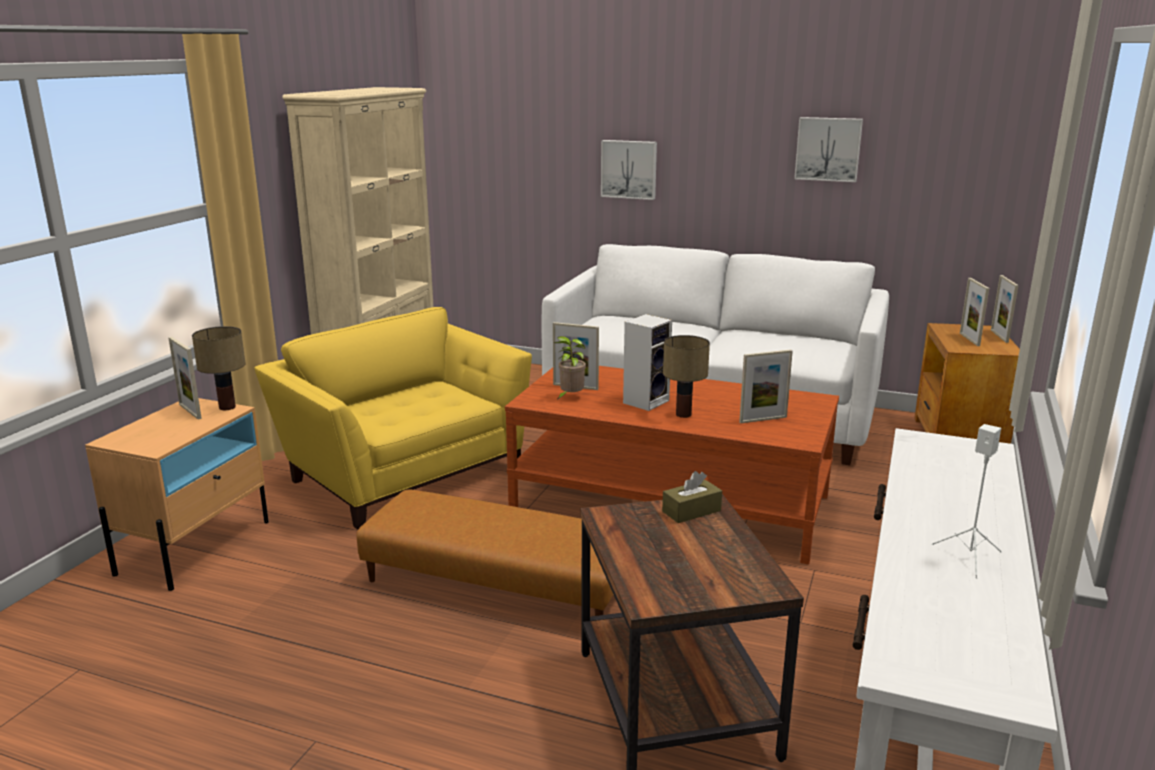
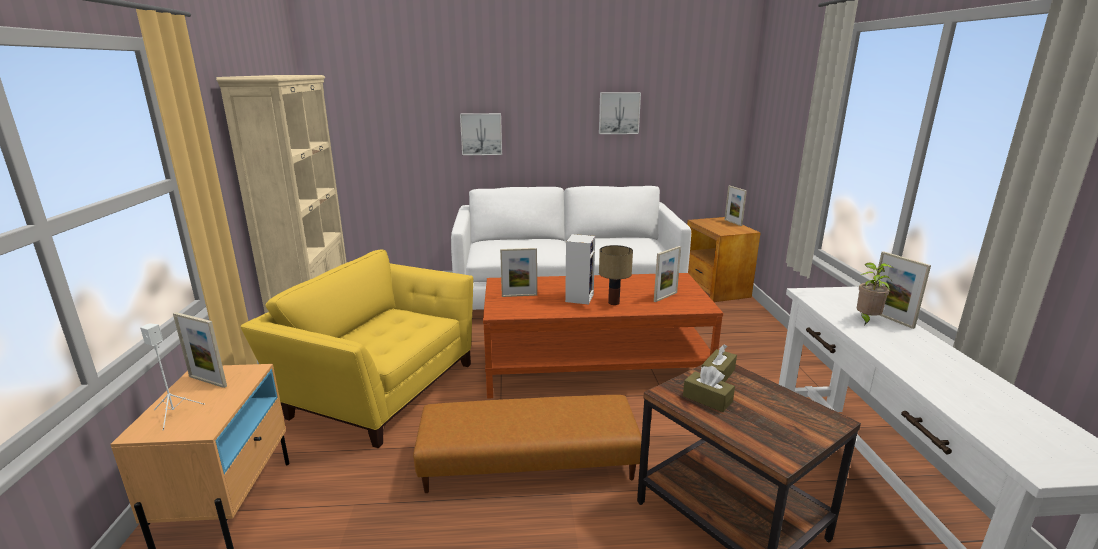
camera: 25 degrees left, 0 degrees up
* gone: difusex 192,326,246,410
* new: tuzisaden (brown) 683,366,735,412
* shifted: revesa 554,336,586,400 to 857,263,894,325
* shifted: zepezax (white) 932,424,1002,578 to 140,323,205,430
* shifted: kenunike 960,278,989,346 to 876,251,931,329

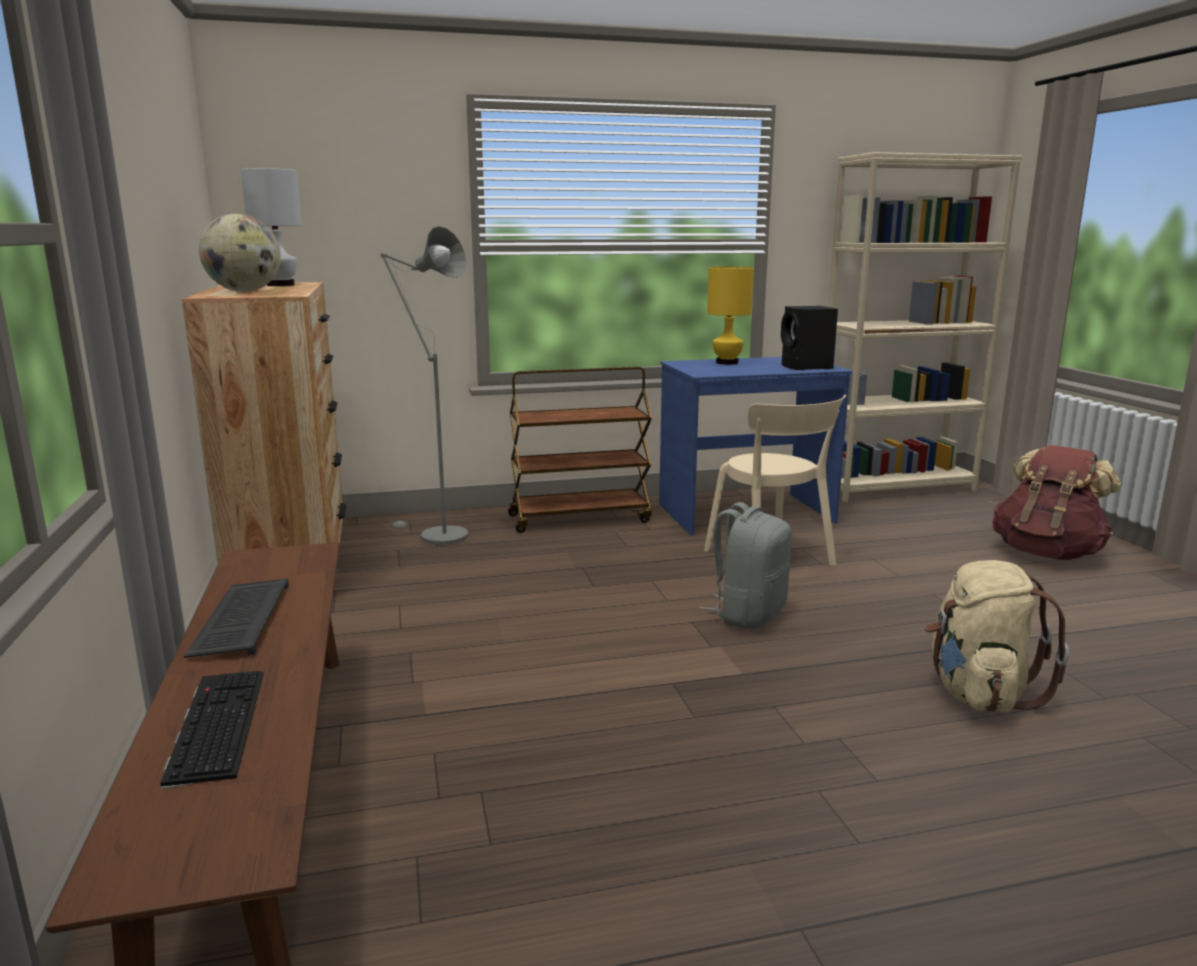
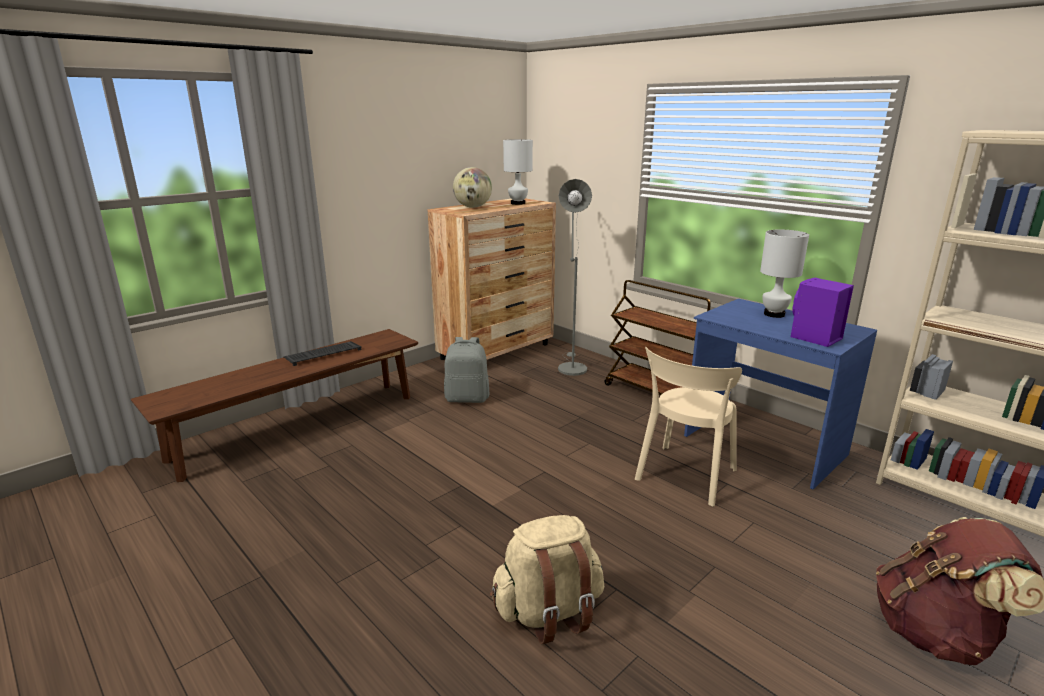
camera: 60 degrees right, 5 degrees up
* gone: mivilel 160,671,263,789
* shifted: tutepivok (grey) 699,502,792,629 to 444,337,489,403
* repainted: difusex (yellow) 707,267,754,365 to difusex (white) 760,230,809,318
* repainted: zepezax (black) 781,306,838,370 to zepezax (purple) 791,278,854,347

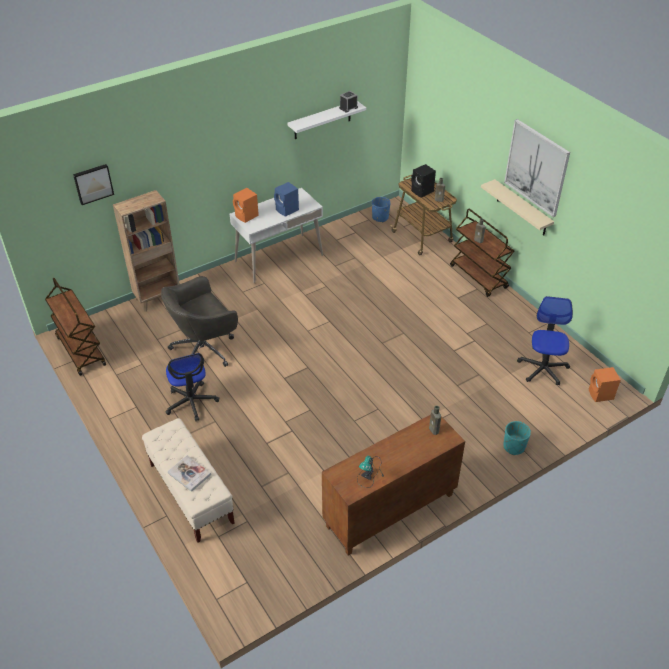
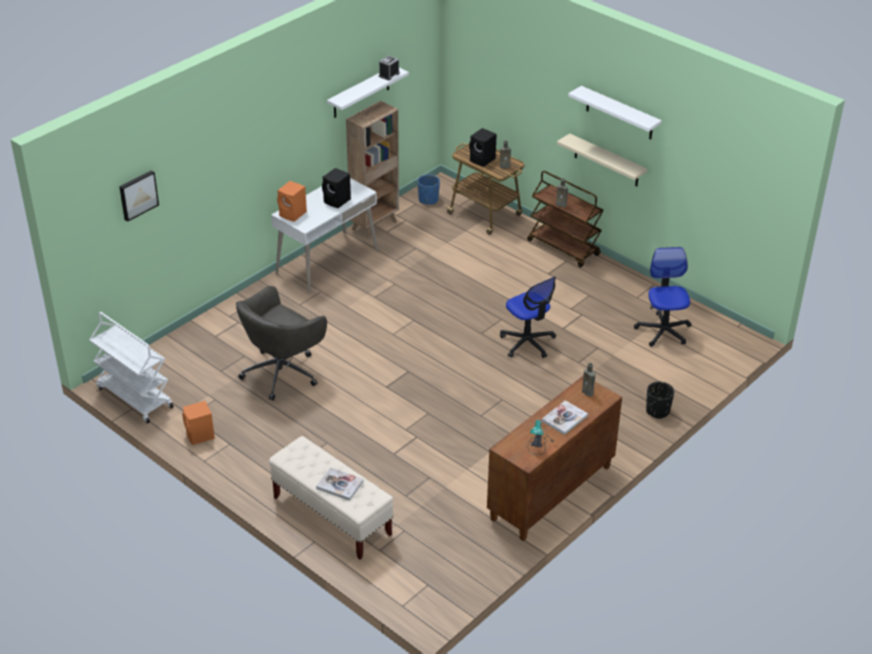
camera: 15 degrees left, 5 degrees down
* new: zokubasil 542,400,588,435
* shifted: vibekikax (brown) 113,190,180,312 to 346,101,399,239
* shifted: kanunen 165,353,219,421 to 500,277,556,358
* shifted: zepezax (orange) 589,367,621,402 to 182,401,215,445
* swapped: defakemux 504,119,570,217 to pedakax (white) 568,86,662,139
* repainted: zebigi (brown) 45,278,106,376 to zebigi (white) 89,312,174,424
* repainted: zepezax (blue) 274,182,299,217 to zepezax (black) 322,168,351,208
* repainted: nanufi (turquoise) 503,421,531,455 to nanufi (black) 646,382,674,419

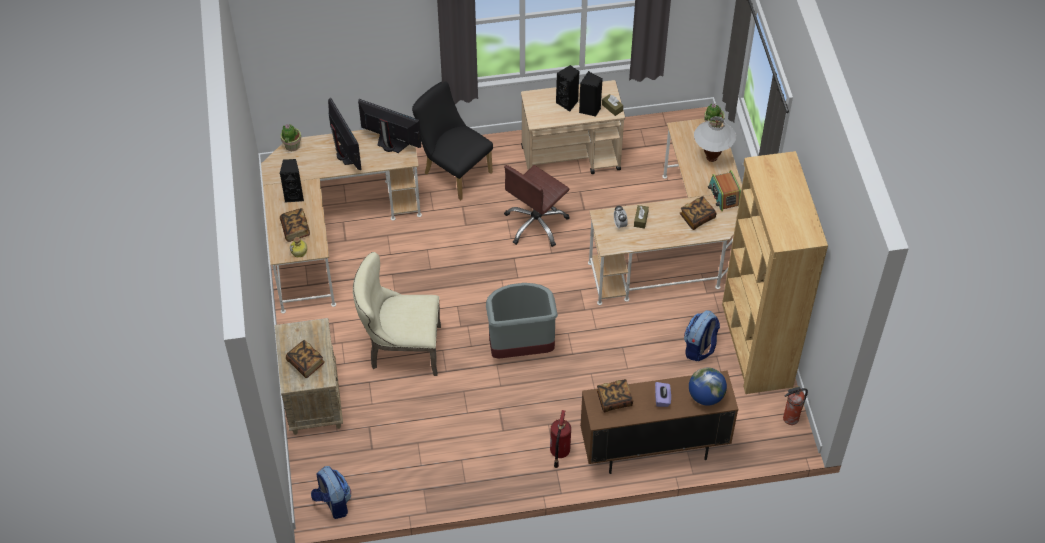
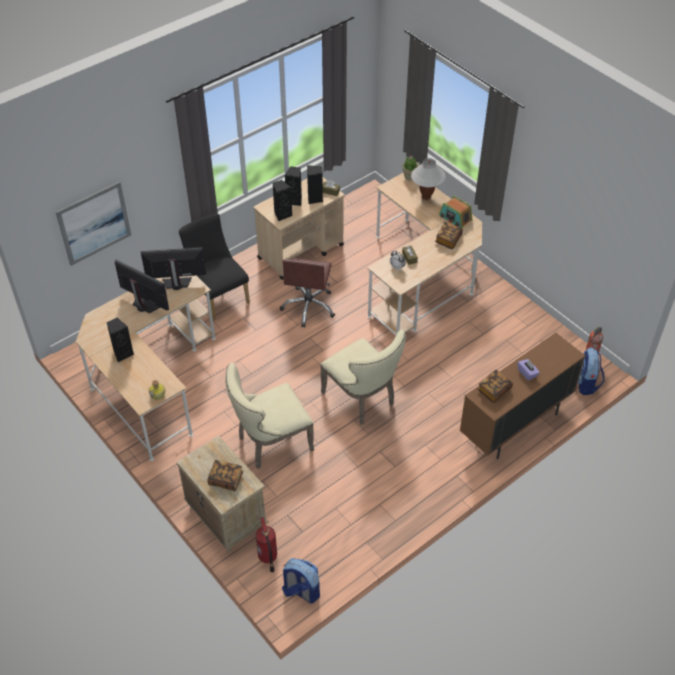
camera: 30 degrees left, 5 degrees down
* gone: zokubasil 280,208,310,242
* gone: revesa 281,124,301,151
* gone: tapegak 689,368,727,406
* gone: vibekikax (brown) 722,151,828,394
* new: defakemux 56,181,131,266
* new: zepezax (black) 273,180,292,221
* shifted: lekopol 550,410,571,468 to 256,517,277,573
* shifted: tutepivok 684,310,720,361 to 577,348,604,395
* swapped: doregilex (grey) 486,283,558,359 to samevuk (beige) 320,330,406,425
* rotated: samevuk (black) 412,82,493,200 = 179,214,250,321 45 degrees clockwise

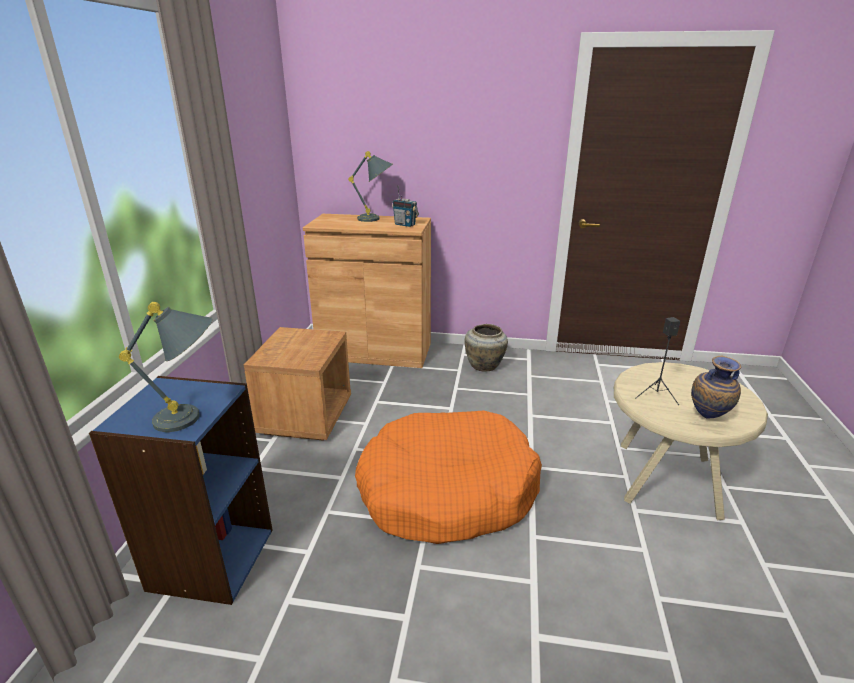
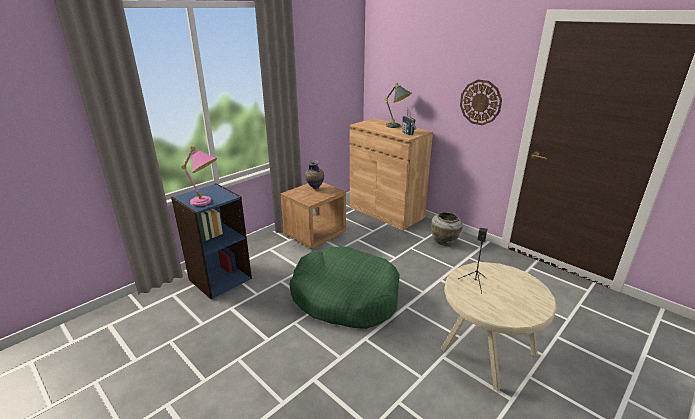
camera: 35 degrees right, 0 degrees up
* new: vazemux 460,80,502,125
* shifted: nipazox 691,355,741,418 to 305,160,324,189
* repainted: difusex (grey) 119,302,212,432 to difusex (pink) 181,146,217,206
* repainted: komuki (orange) 355,410,542,544 to komuki (green) 290,246,400,329

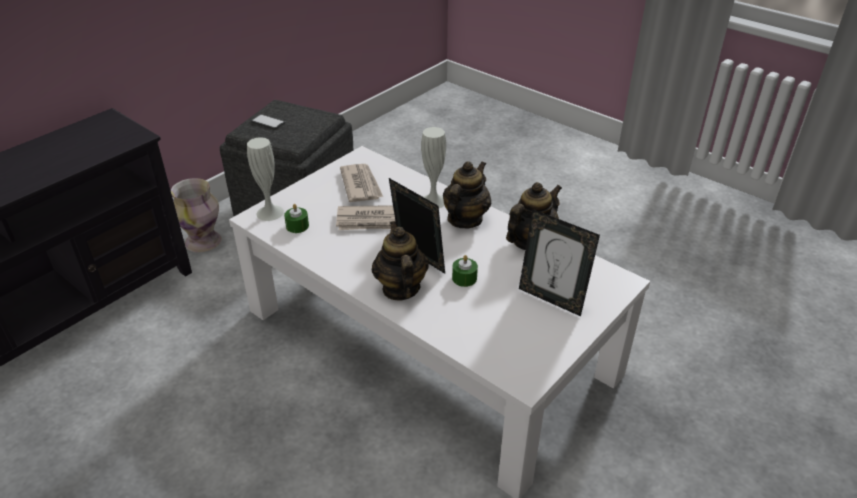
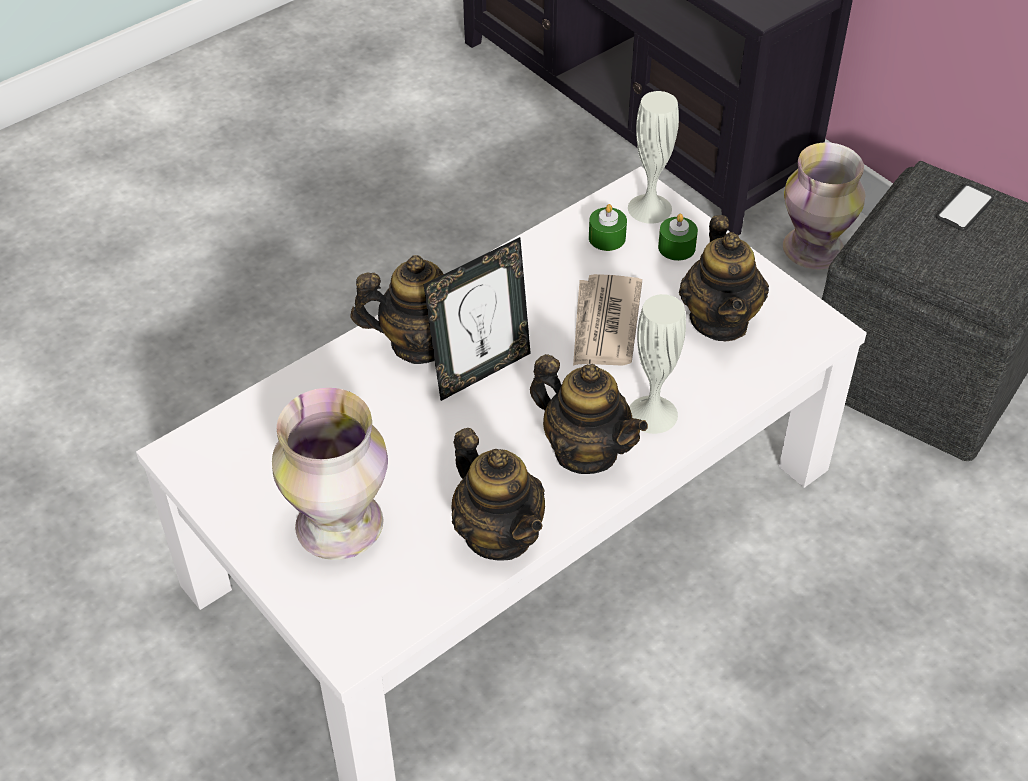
camera: 100 degrees right, 10 degrees up
* shifted: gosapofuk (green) 452,255,478,287 to 658,214,698,261
* swapped: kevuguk 340,164,383,202 to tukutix 679,215,769,341
* swapped: kenunike 519,209,600,316 to nipazox 272,388,388,560

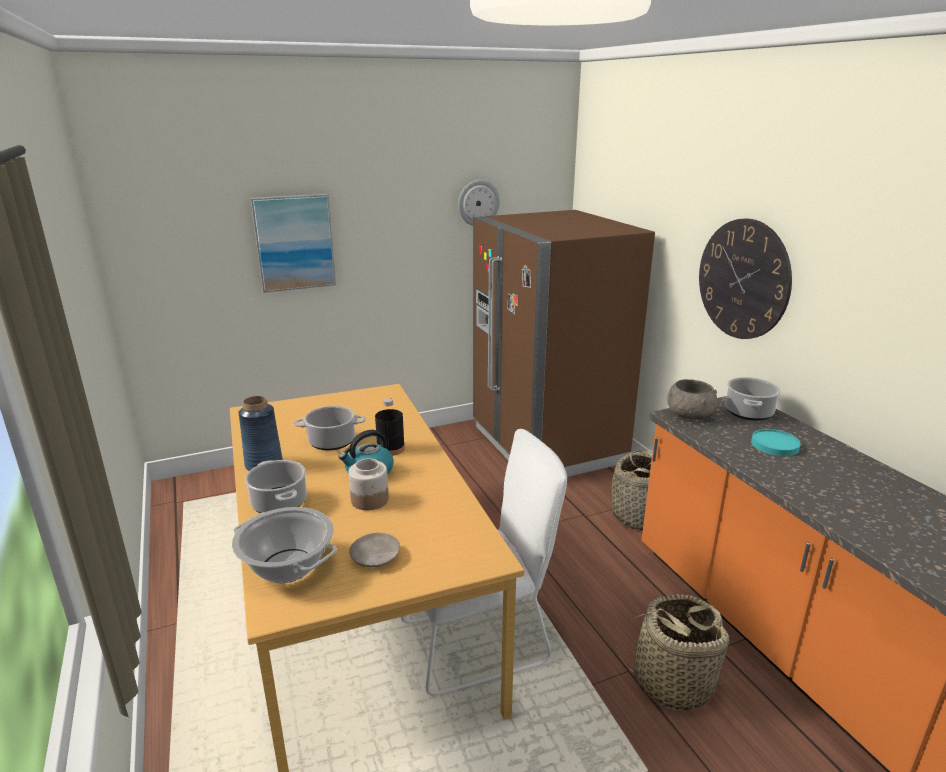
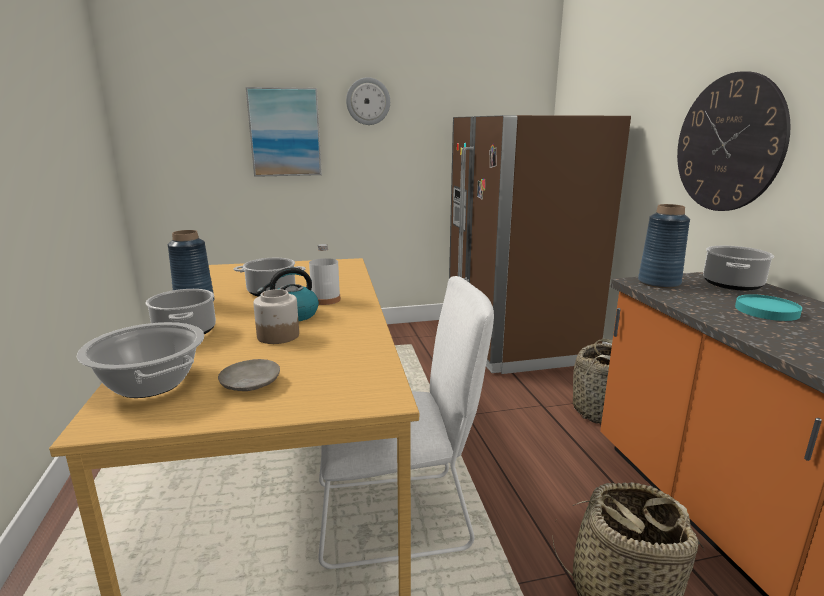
camera: 10 degrees right, 5 degrees down
* shifted: vazemux 458,180,500,226 to 346,77,390,125
* swapped: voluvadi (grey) 667,379,717,419 to nipazox (blue) 638,204,690,288
* repainted: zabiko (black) 375,398,405,456 to zabiko (white) 309,244,341,305

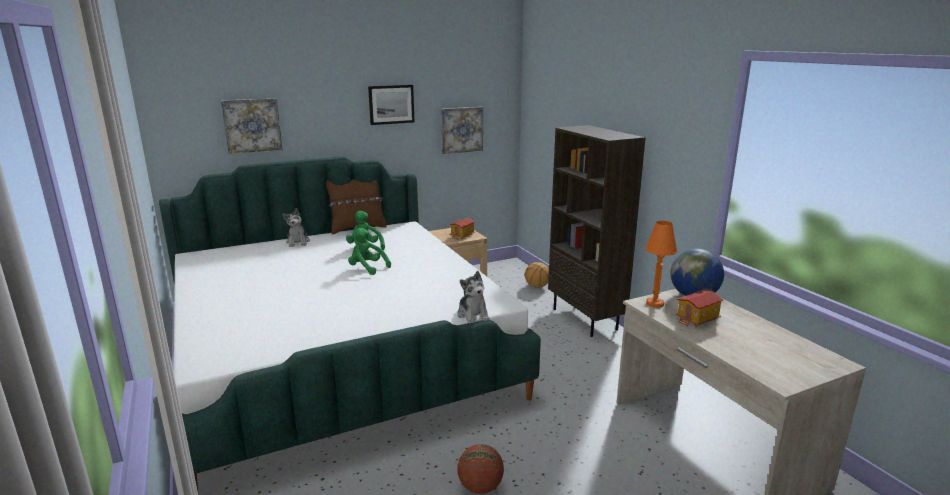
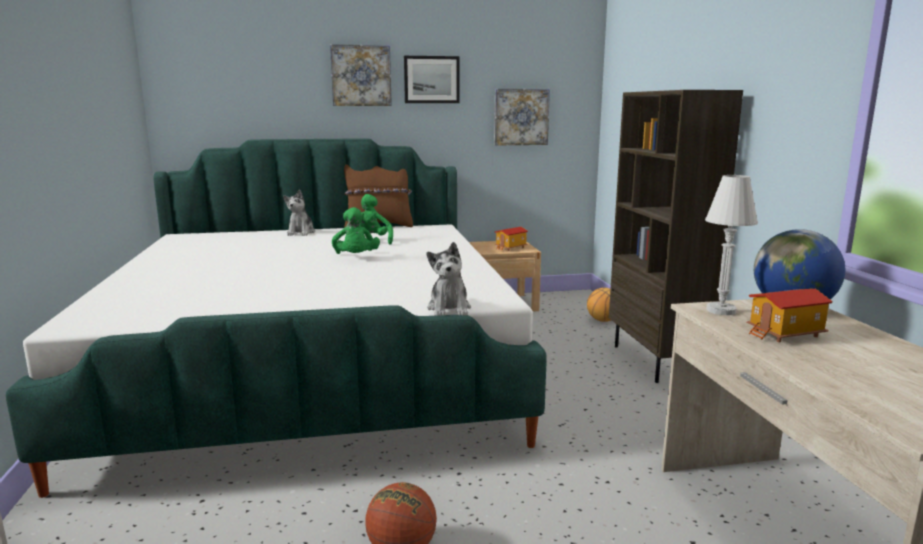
camera: 15 degrees right, 5 degrees down
* shifted: defakemux 221,98,282,154 to 330,44,392,106
* repainted: difusex (orange) 645,221,677,308 to difusex (white) 705,175,758,315
* rotated: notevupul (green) 348,228,391,275 = 332,207,380,254 150 degrees counterclockwise

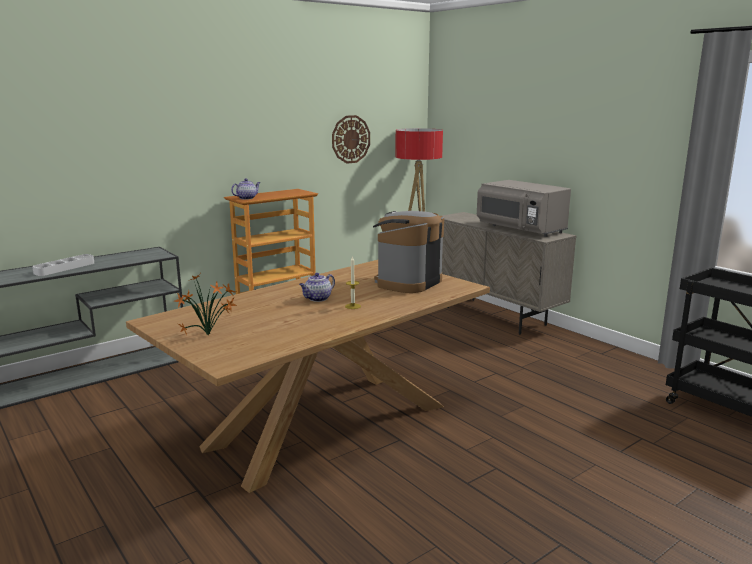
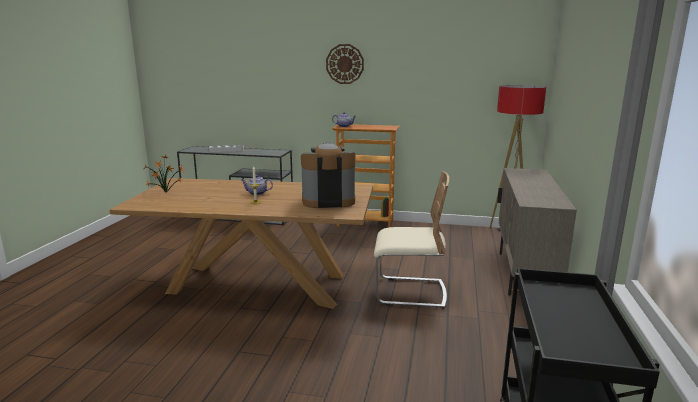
camera: 50 degrees right, 0 degrees up
* gone: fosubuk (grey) 477,180,571,237
* new: samevuk (beige) 374,172,449,308
* shifted: vazemux 332,115,370,164 to 326,44,364,84

